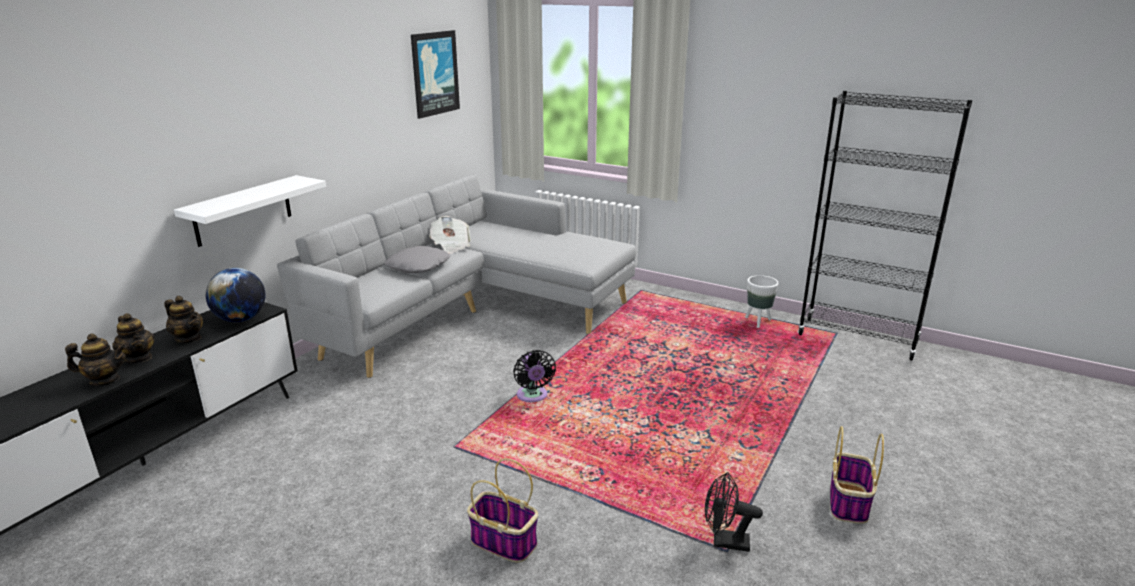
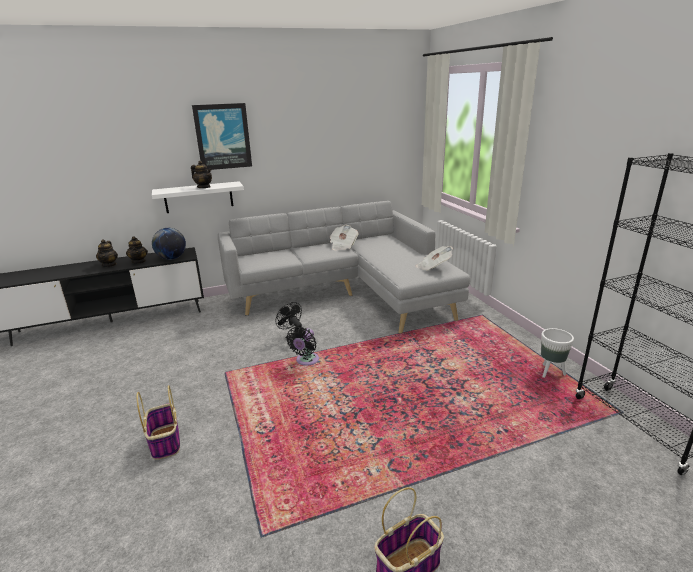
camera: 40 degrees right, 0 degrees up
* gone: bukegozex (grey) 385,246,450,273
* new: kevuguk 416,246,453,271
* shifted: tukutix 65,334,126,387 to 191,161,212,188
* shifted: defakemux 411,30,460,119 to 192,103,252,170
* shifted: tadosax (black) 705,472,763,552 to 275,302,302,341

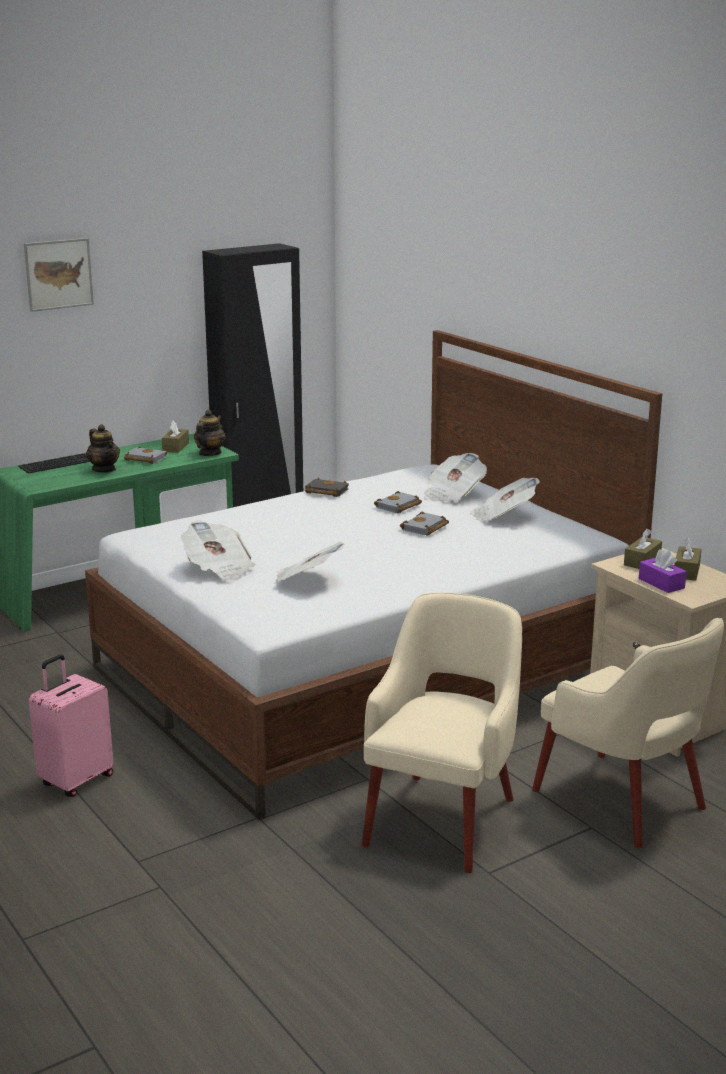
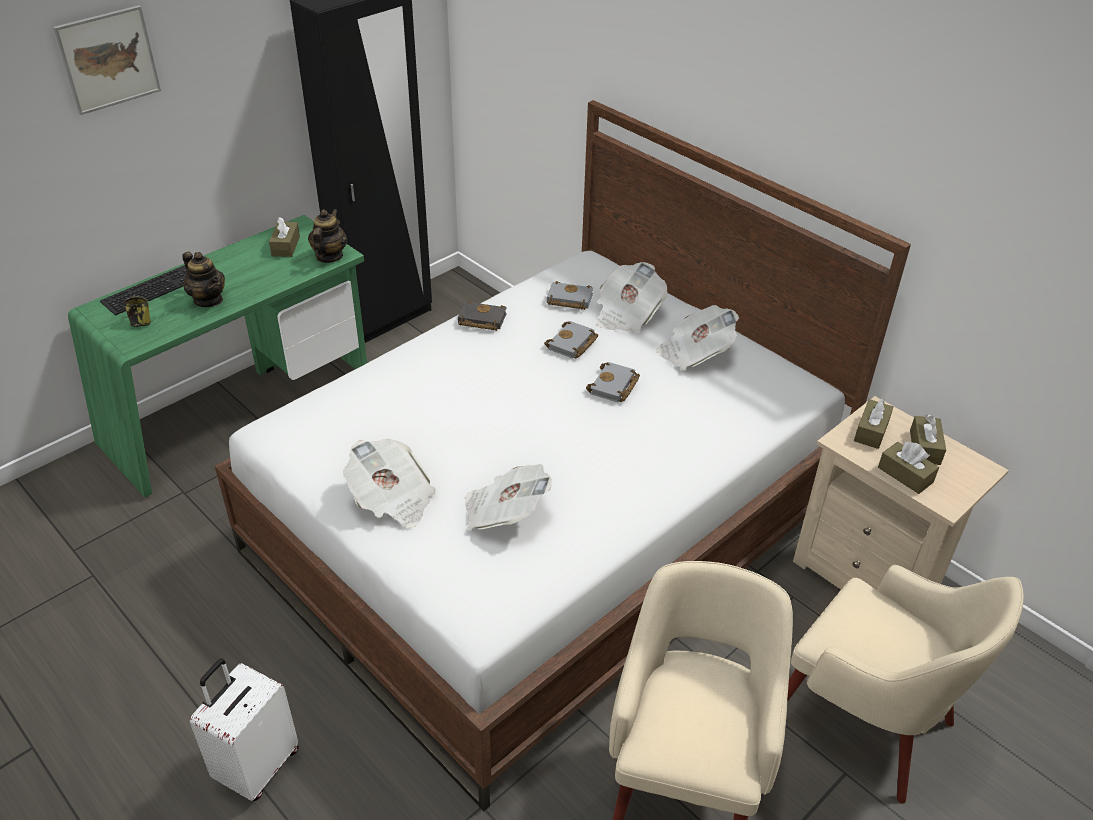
camera: 10 degrees left, 20 degrees up
* new: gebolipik 124,295,151,327
* shifted: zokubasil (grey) 124,446,167,464 to 547,281,593,310
* repainted: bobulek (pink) 28,654,113,797 to bobulek (white) 190,659,299,801
* repainted: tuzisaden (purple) 639,549,687,593 to tuzisaden (brown) 878,441,939,494

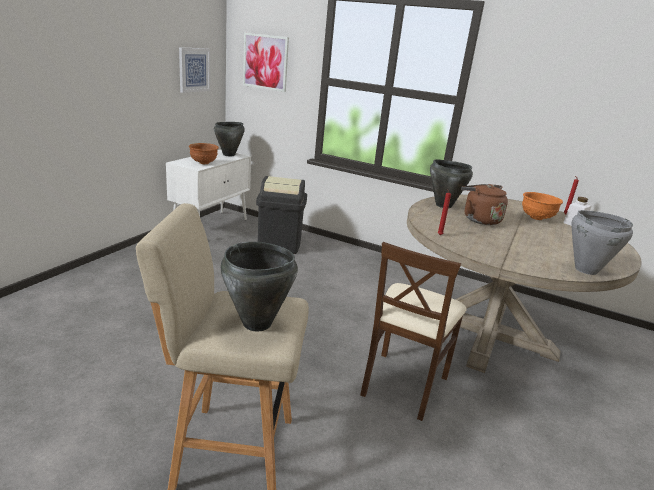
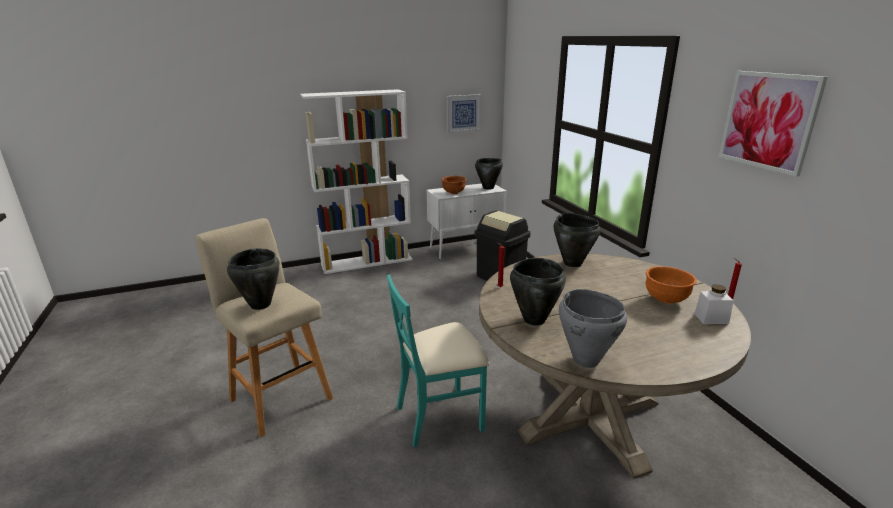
camera: 45 degrees right, 0 degrees up
* gone: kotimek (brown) 461,184,508,225
* new: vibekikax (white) 300,89,412,274
* new: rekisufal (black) 510,258,566,325
* shifted: defakemux 243,32,289,92 to 719,71,828,177
* repainted: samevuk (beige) 360,242,467,421 to samevuk (turquoise) 387,274,490,447

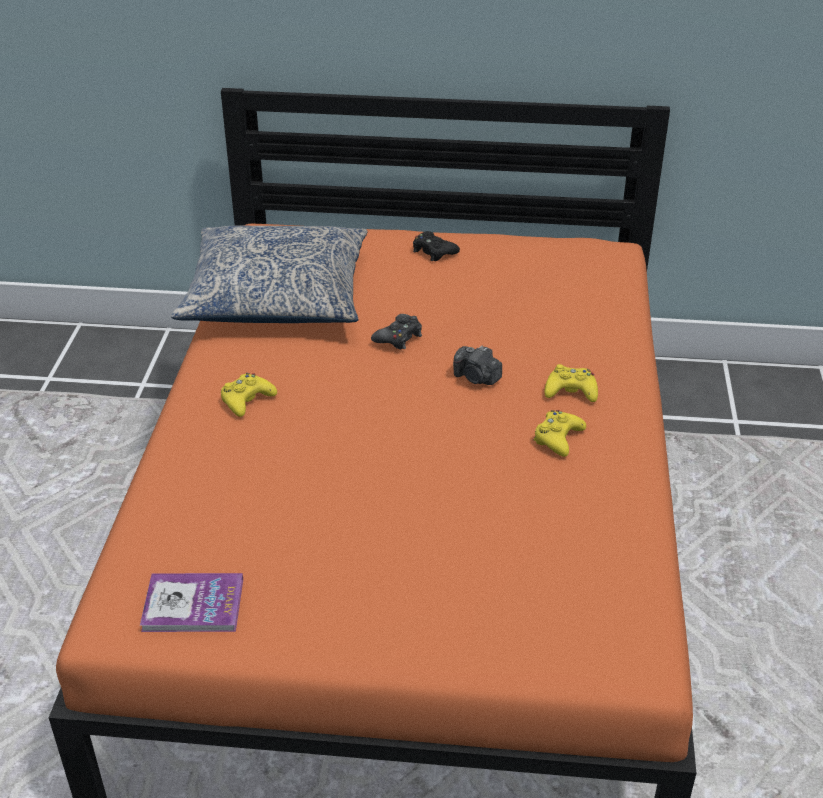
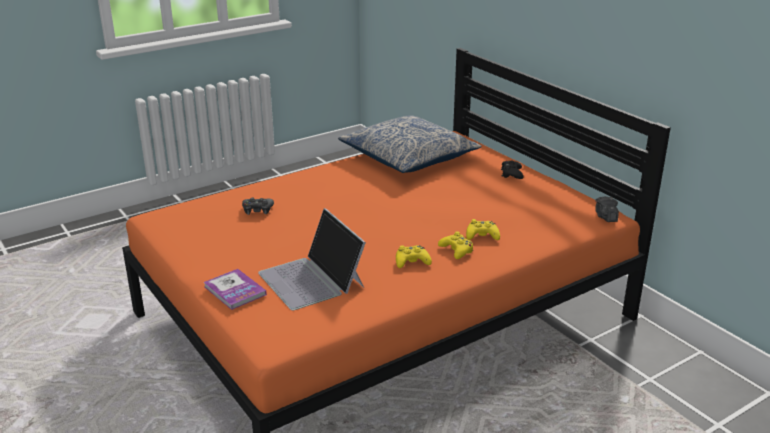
camera: 50 degrees right, 10 degrees down
* new: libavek 258,208,366,310
* shifted: zokubasil 140,573,243,632 to 204,269,267,310
* shifted: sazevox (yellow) 221,373,277,417 to 466,219,500,240
* shifted: sazevox (black) 371,314,422,350 to 242,198,274,215
* shifted: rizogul 453,345,502,385 to 595,196,619,222

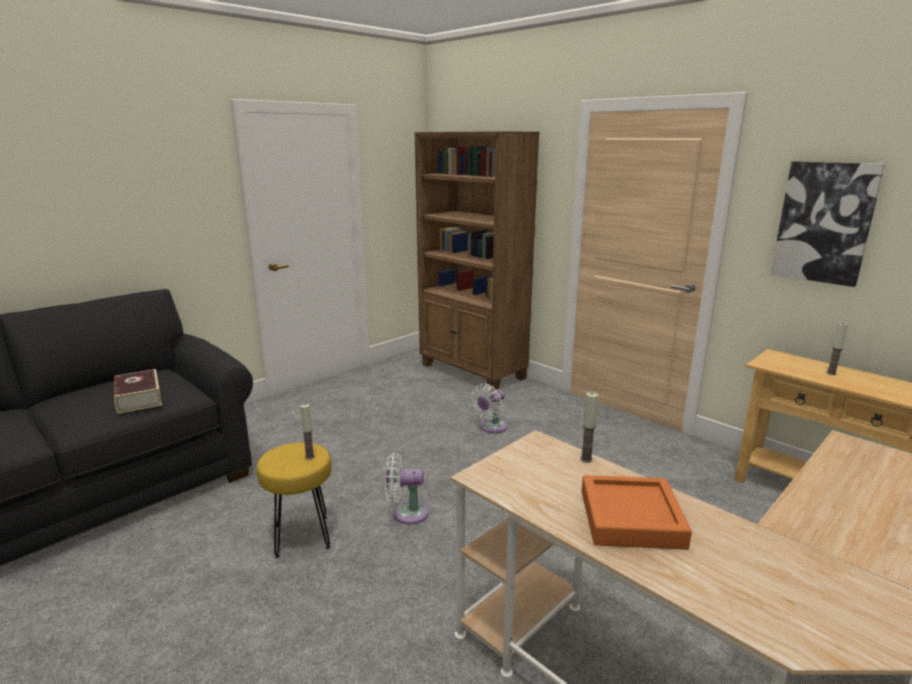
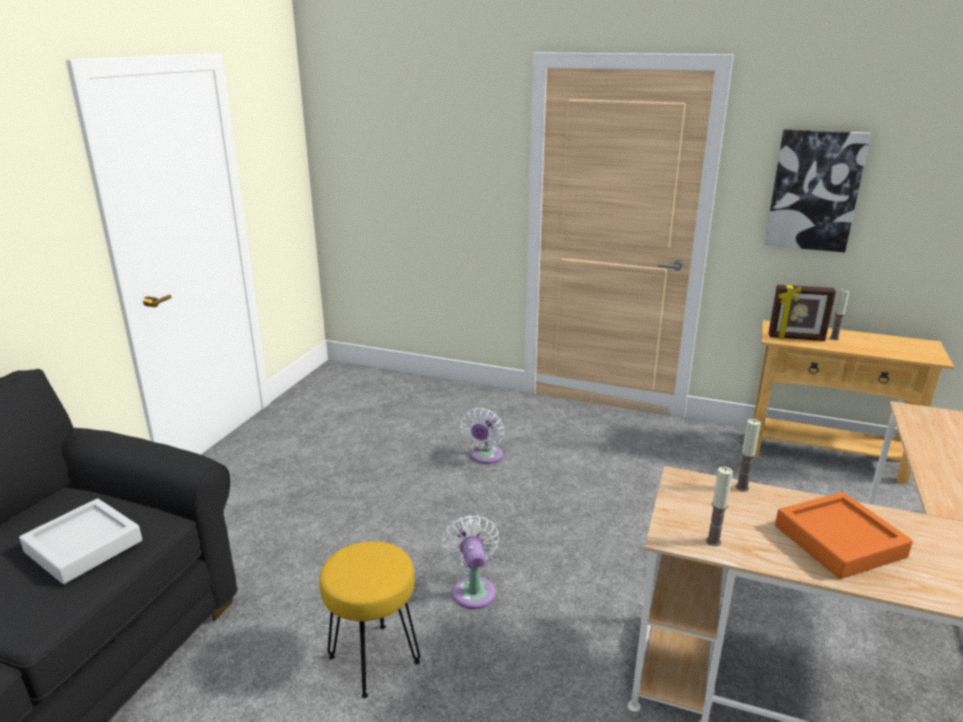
camera: 25 degrees left, 5 degrees up
* gone: vibekikax (brown) 415,131,540,391
* new: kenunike 768,285,836,341
* shifted: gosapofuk 300,404,315,460 to 706,467,733,546
* swapped: zokubasil 114,369,162,414 to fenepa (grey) 19,498,142,584
* rotated: tadosax (white) 385,453,429,525 = 441,515,499,609 105 degrees clockwise

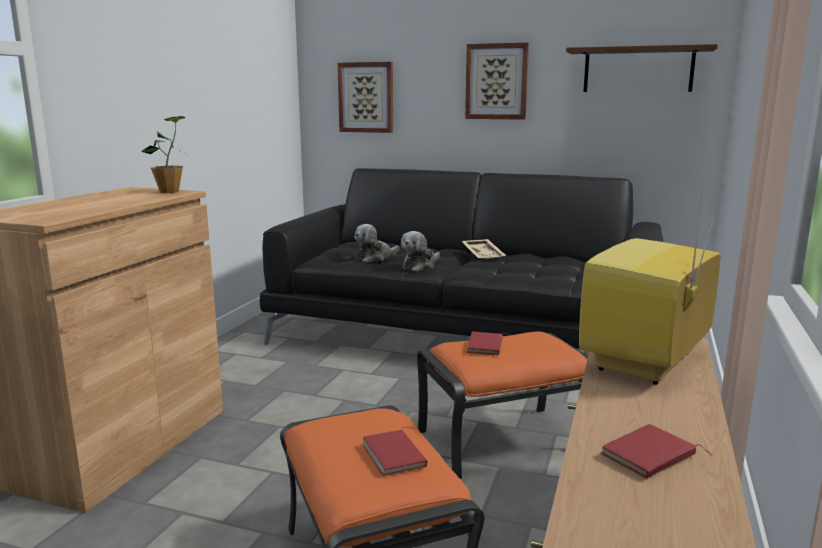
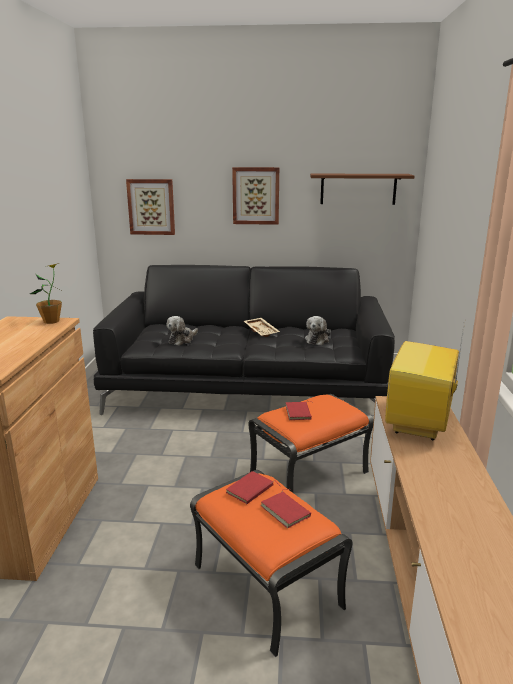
camera: 15 degrees left, 5 degrees up
* shifted: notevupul 401,231,440,271 to 305,316,331,345
* shifted: zokubasil (red) 601,424,713,479 to 226,471,280,504

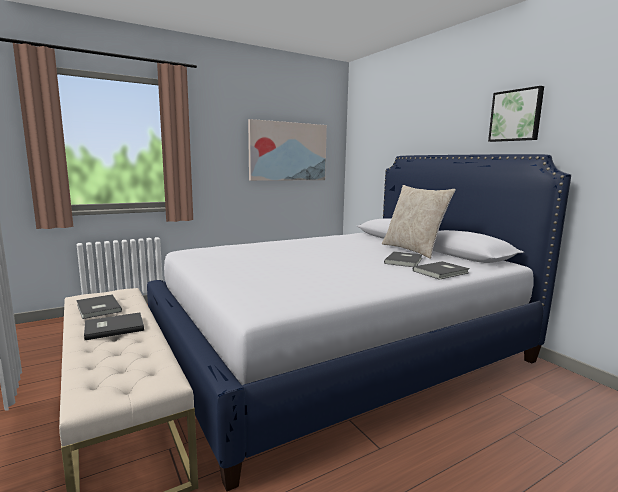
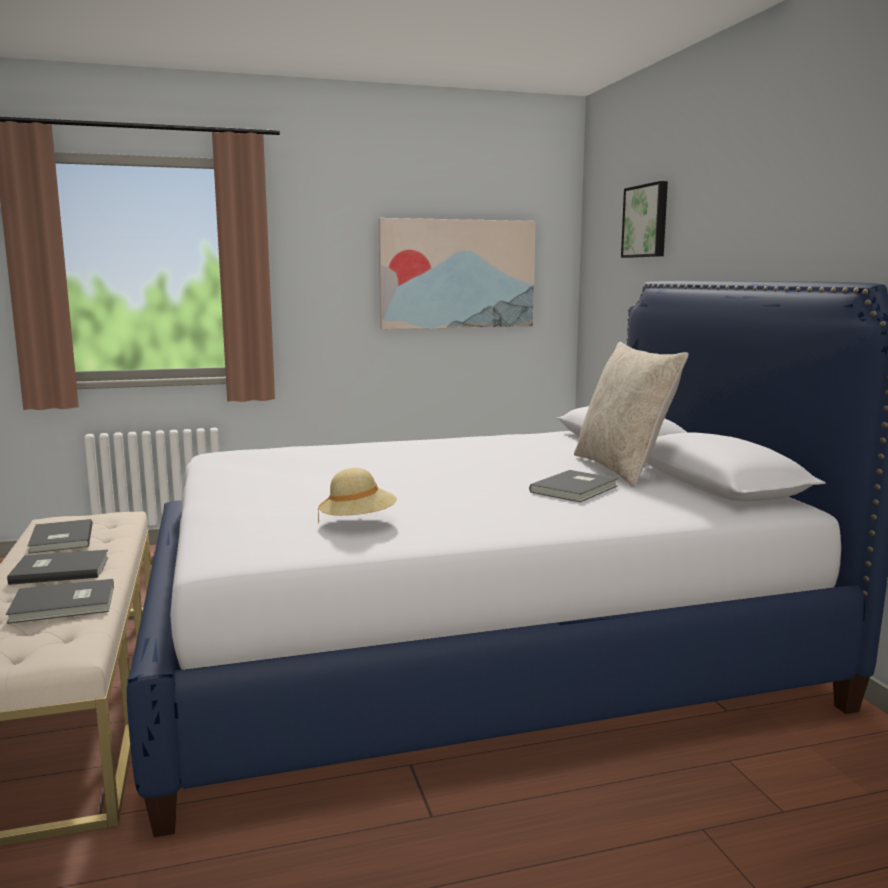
camera: 15 degrees right, 0 degrees up
* new: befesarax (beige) 318,468,397,524
* shifted: zokubasil (grey) 413,261,470,280 to 6,579,114,624
* shifted: defakemux 488,86,544,142 to 621,181,668,258

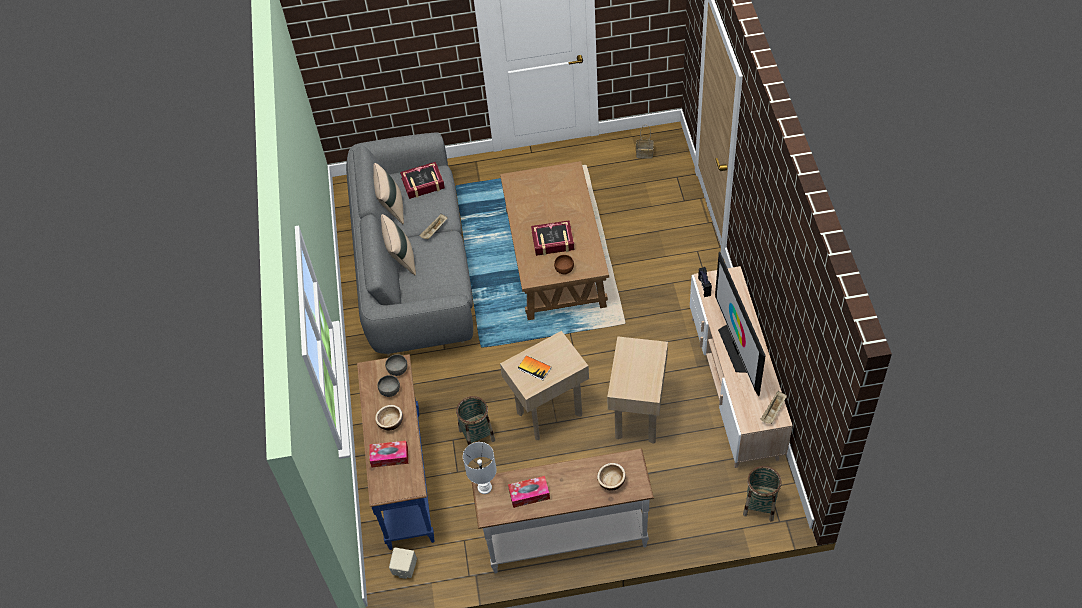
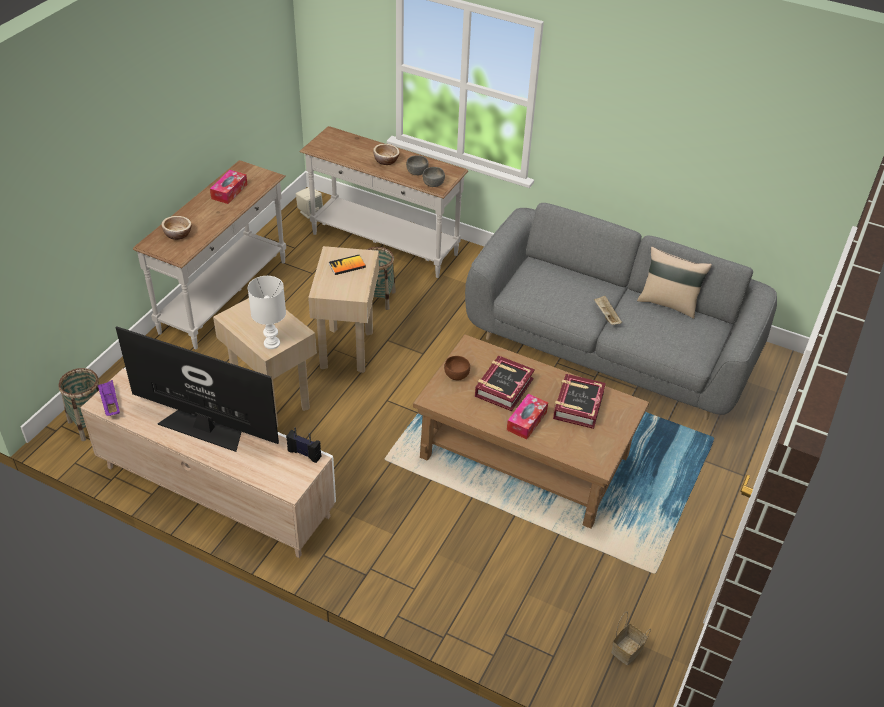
camera: 120 degrees right, 10 degrees down
* gone: bukegozex (beige) 381,214,416,276
* shifted: tuzisaden 369,441,408,468 to 507,394,548,440
* shifted: zokubasil 400,162,445,199 to 553,374,606,429
* shifted: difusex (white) 463,442,497,494 to 248,276,286,349
* repainted: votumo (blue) 357,354,435,550 to votumo (white) 299,126,468,278
* repainted: fenepa (beige) 760,391,787,424 to fenepa (purple) 97,380,120,416

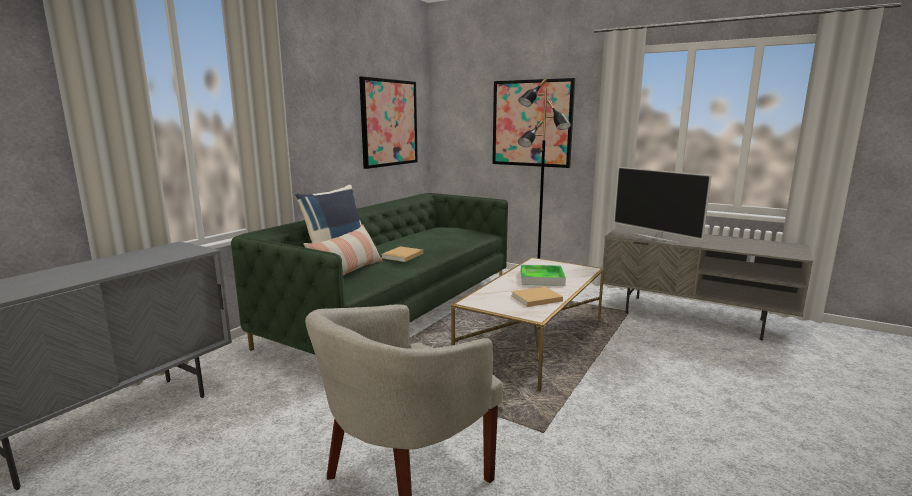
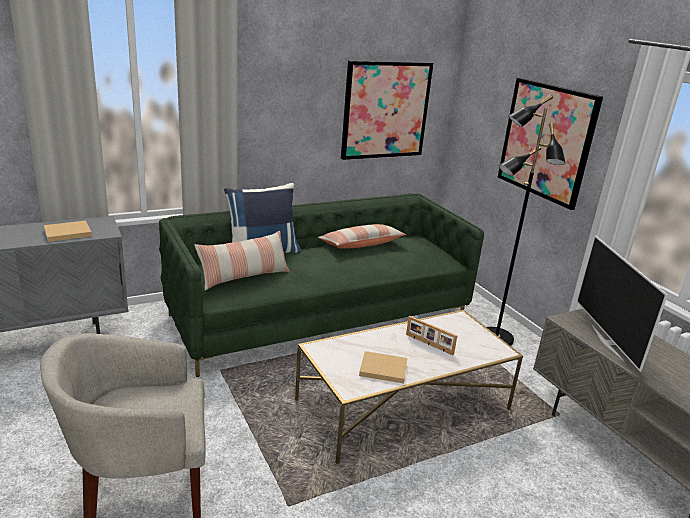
camera: 30 degrees right, 10 degrees up
* new: bukegozex 318,224,406,249
* shifted: zokubasil (beige) 381,247,423,262 to 44,220,92,242
* swapped: fenepa 521,265,566,286 to kenunike 406,316,457,355

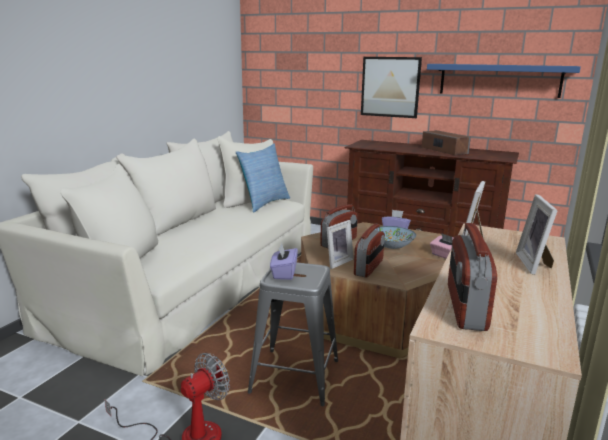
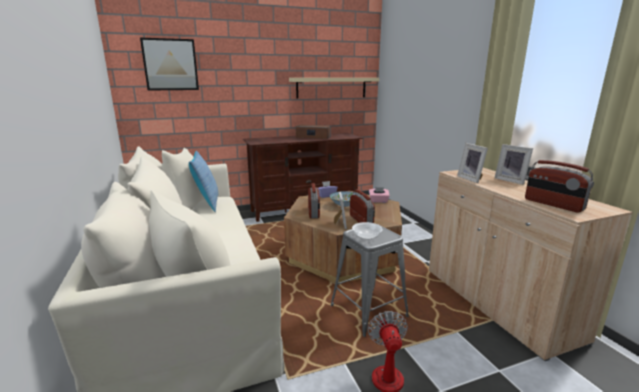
camera: 45 degrees left, 0 degrees up
* shifted: defakemux 361,57,422,118 to 140,38,199,91
* swapped: tuzisaden (purple) 270,243,298,280 to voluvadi 352,222,383,240
* repainted: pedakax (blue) 427,64,581,98 to pedakax (beige) 289,78,379,99

